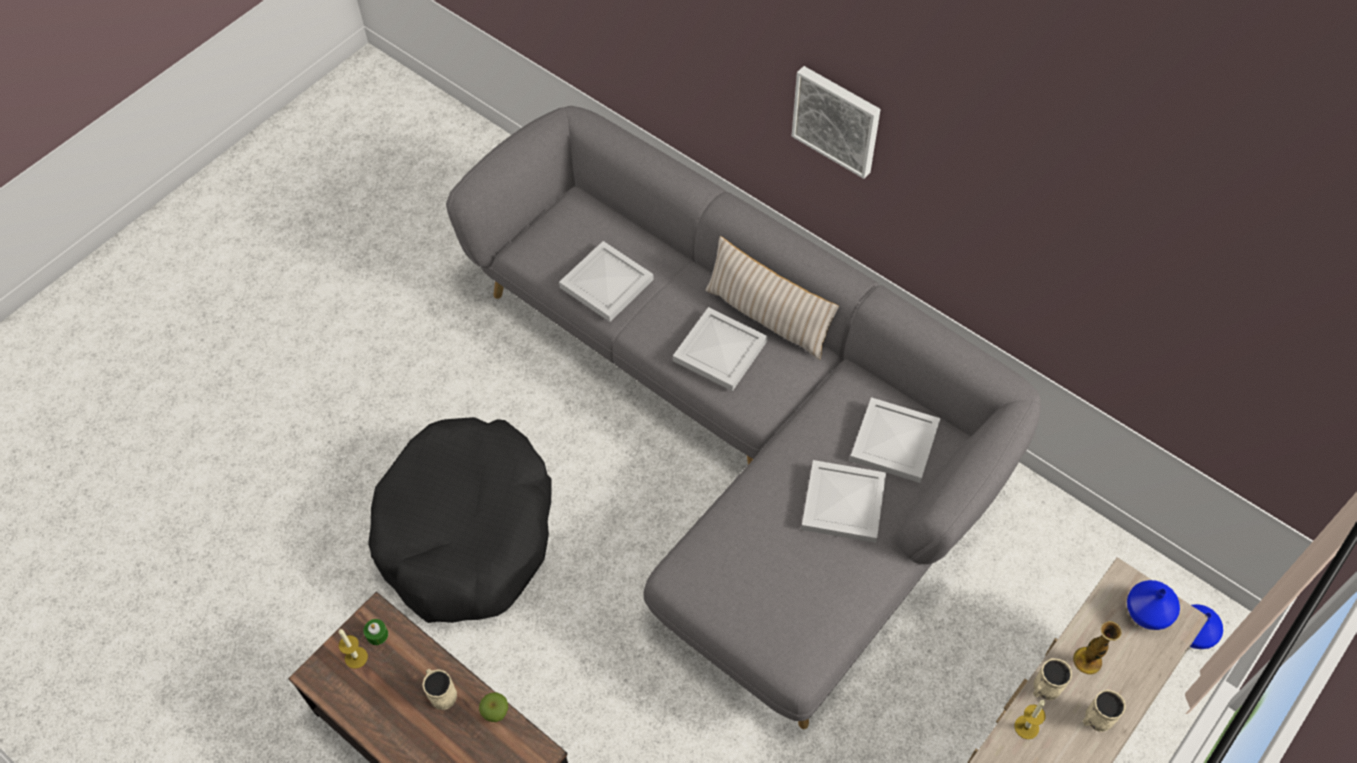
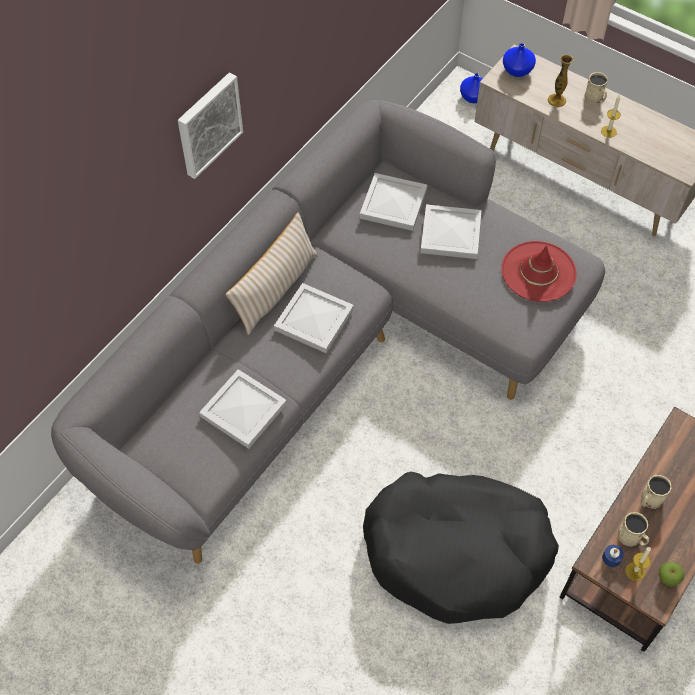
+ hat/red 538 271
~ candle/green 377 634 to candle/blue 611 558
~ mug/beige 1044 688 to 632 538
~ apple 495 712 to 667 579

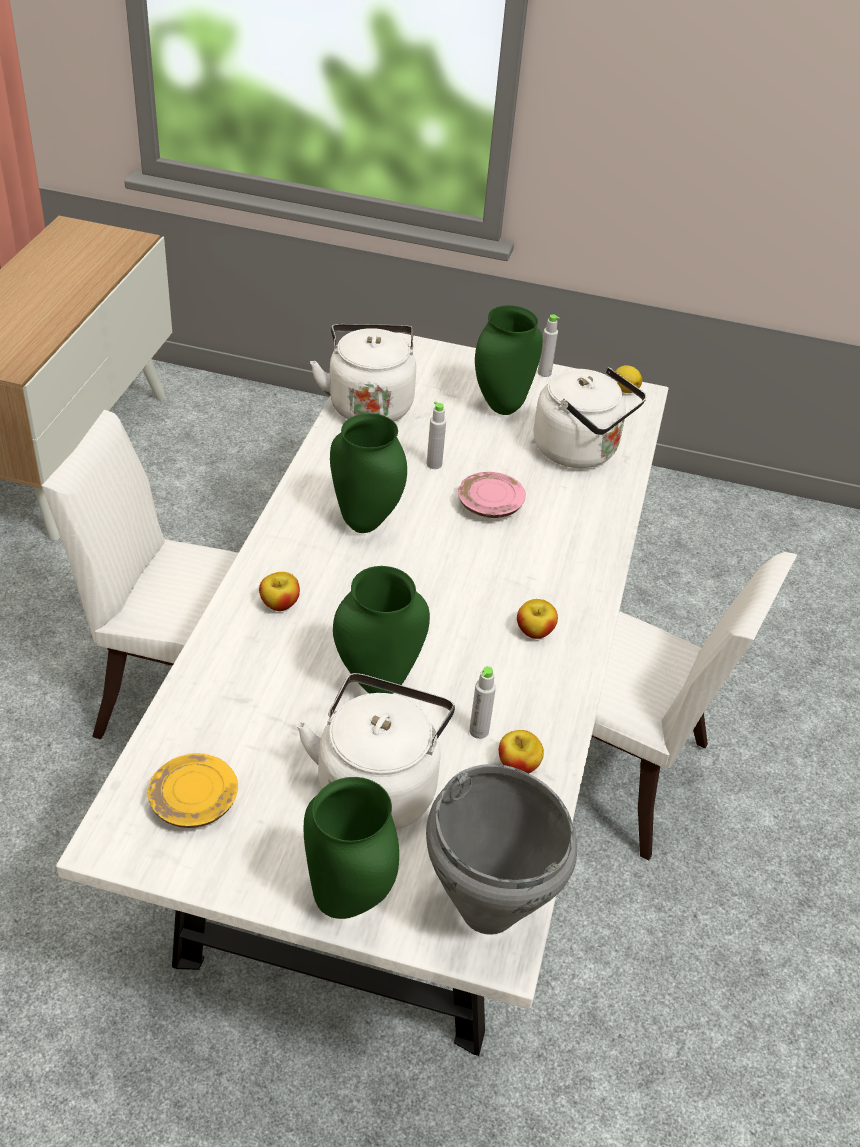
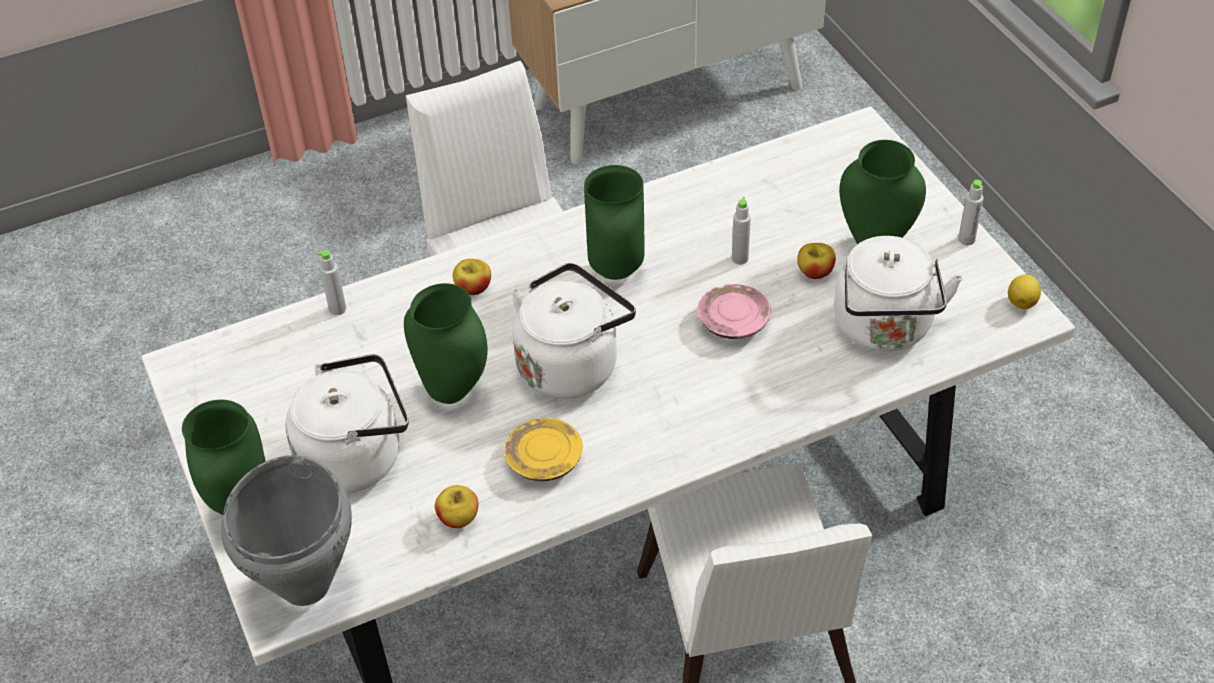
~ bottle/grey 479 731 to 337 309
~ plate/yellow 194 801 to 544 459
~ kettle/white 369 403 to 571 364
~ apple 534 631 to 815 272

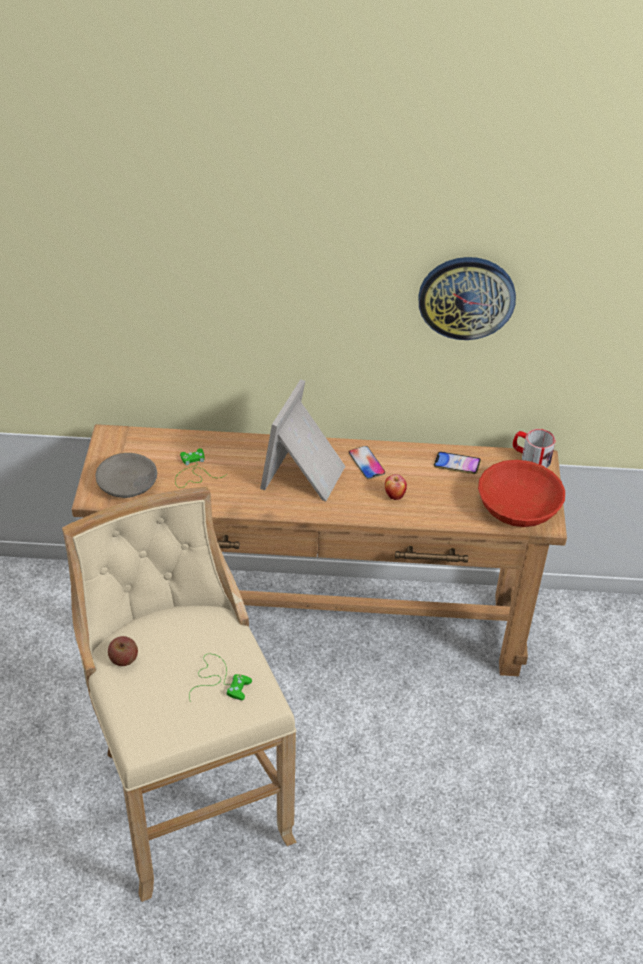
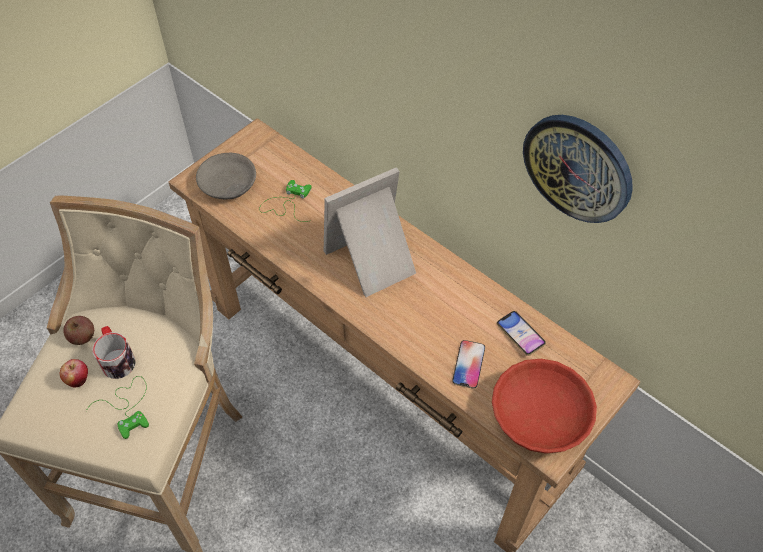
~ apple 394 495 to 78 380
~ mug 530 457 to 117 358
~ phone 366 463 to 468 364

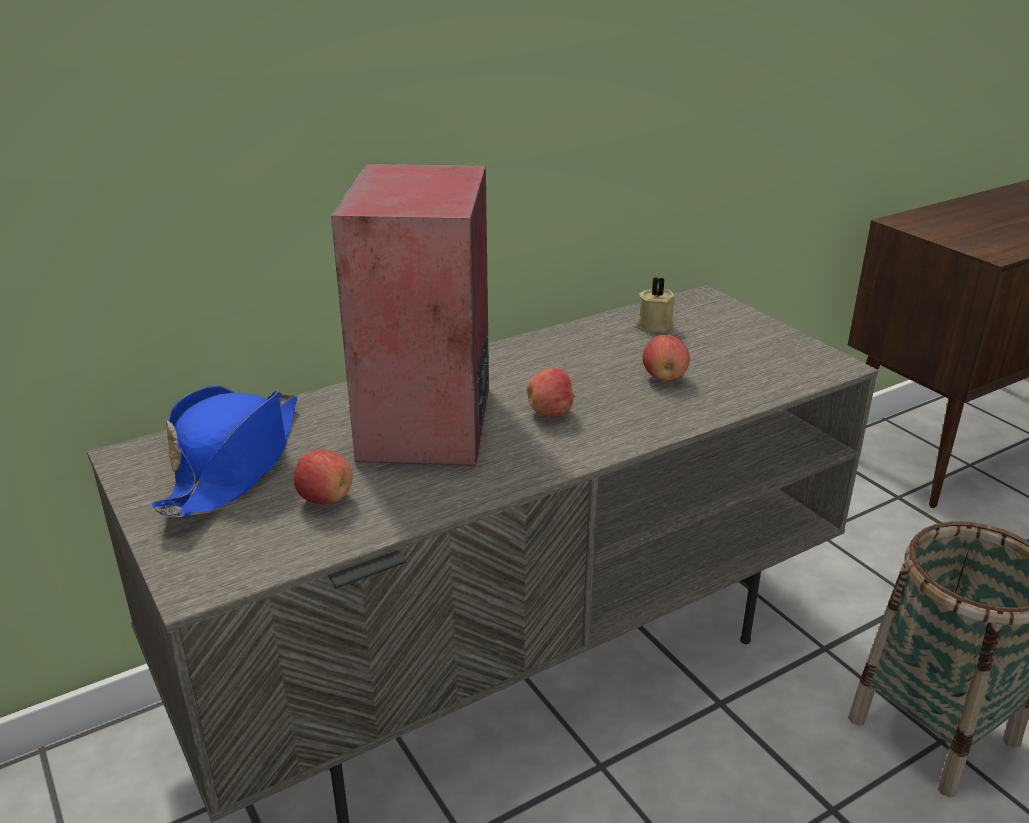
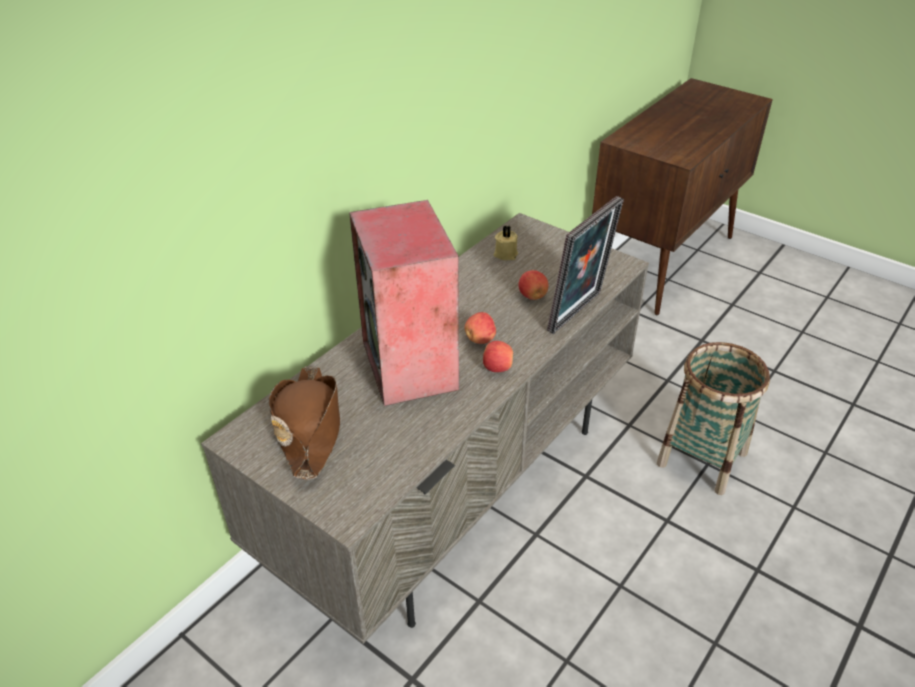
~ hat/blue 234 464 to hat/brown 309 427
~ apple 325 498 to 497 368
+ picture frame 579 313

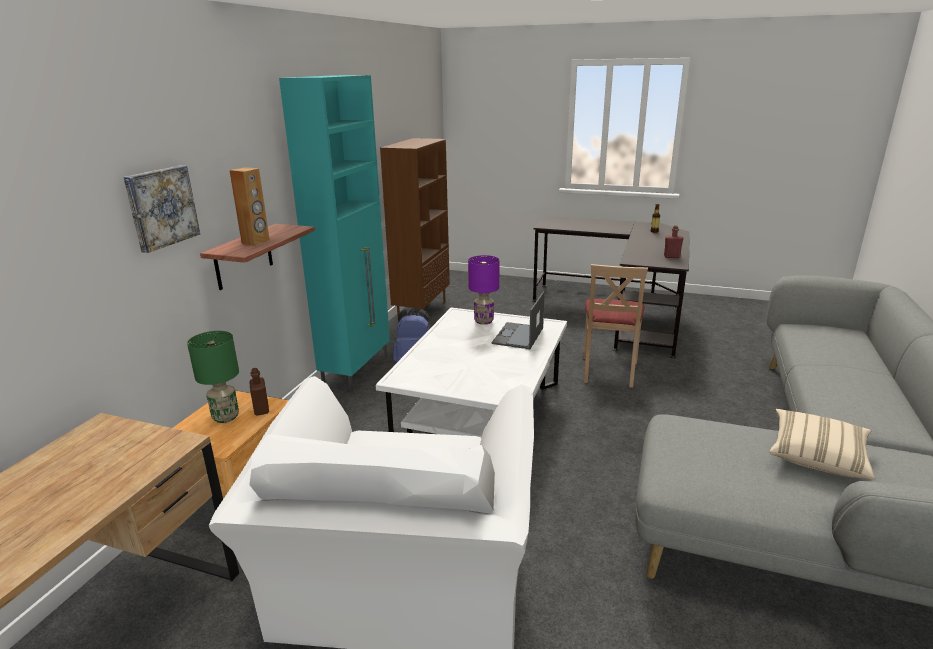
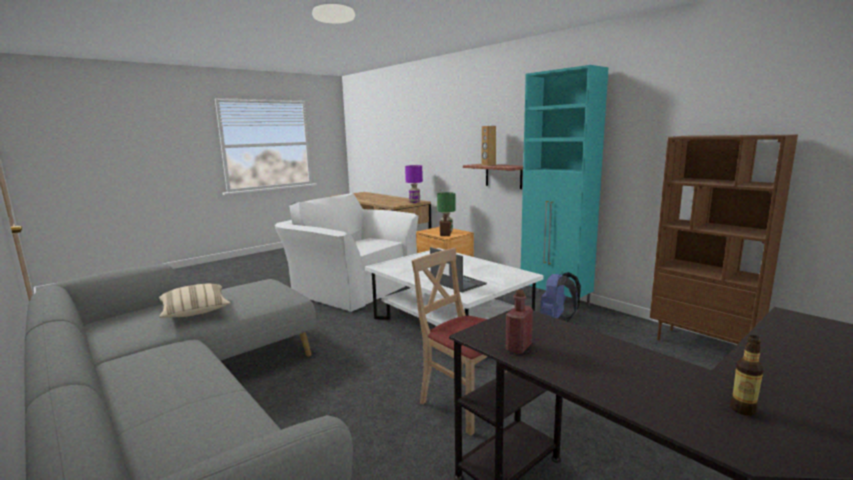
~ table lamp/purple 484 321 to 415 202
- picture 161 207

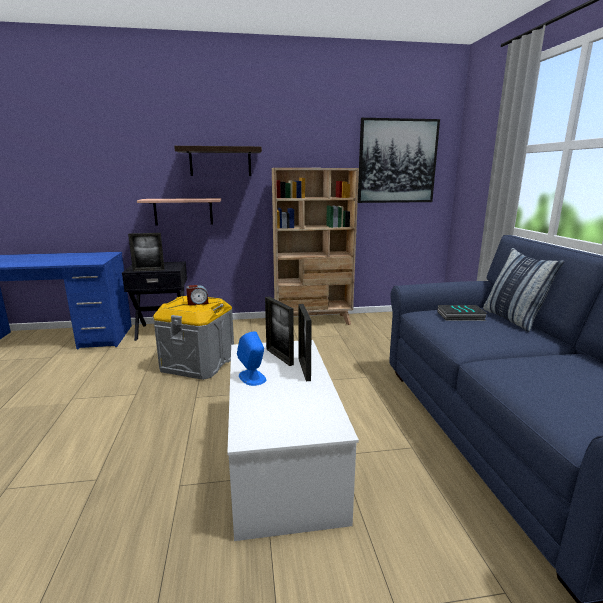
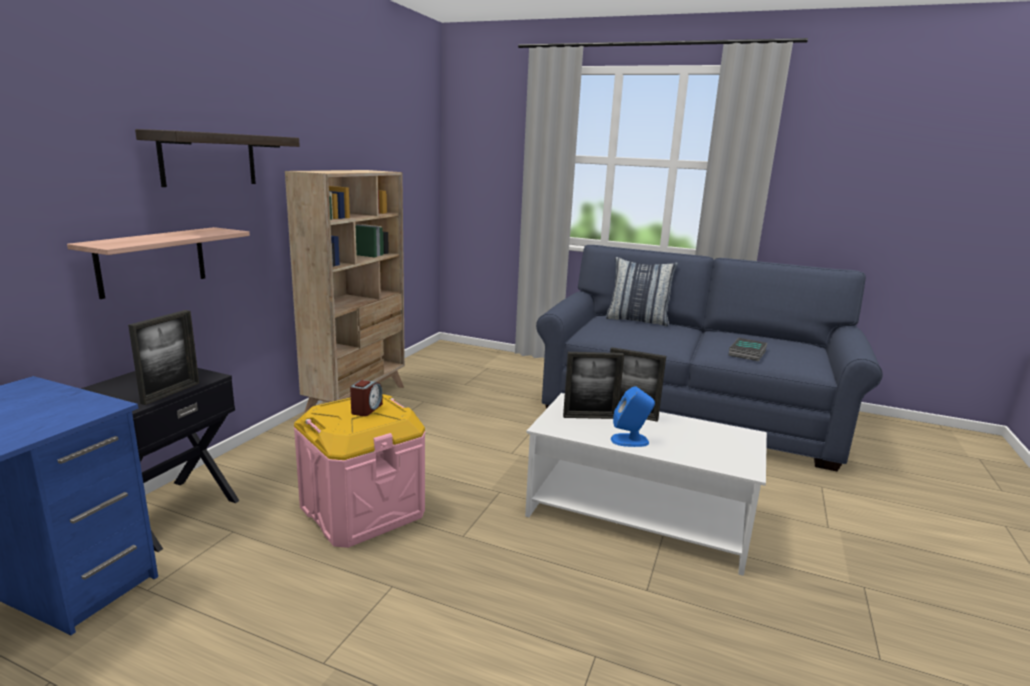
~ storage box/grey 198 363 to storage box/pink 362 510
~ book 460 316 to 748 353
- picture 397 161

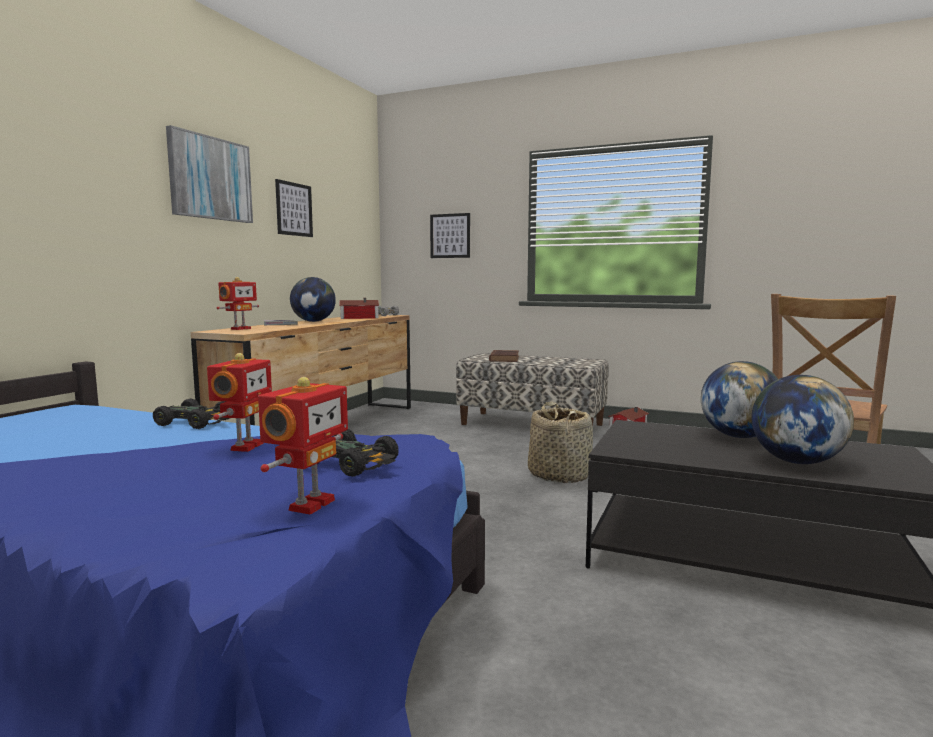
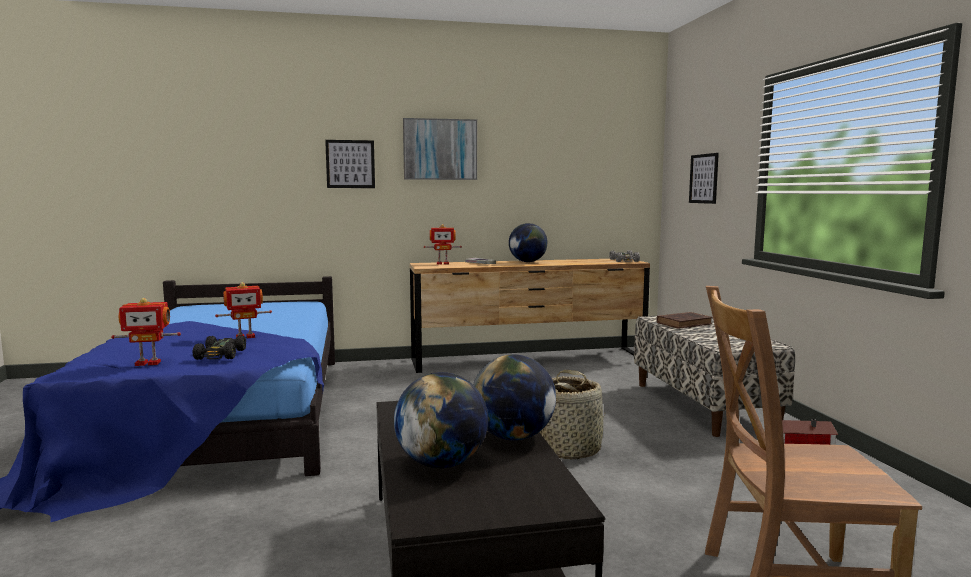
~ picture 294 209 to 350 164
- toy car/black 196 422
- toy house 358 317

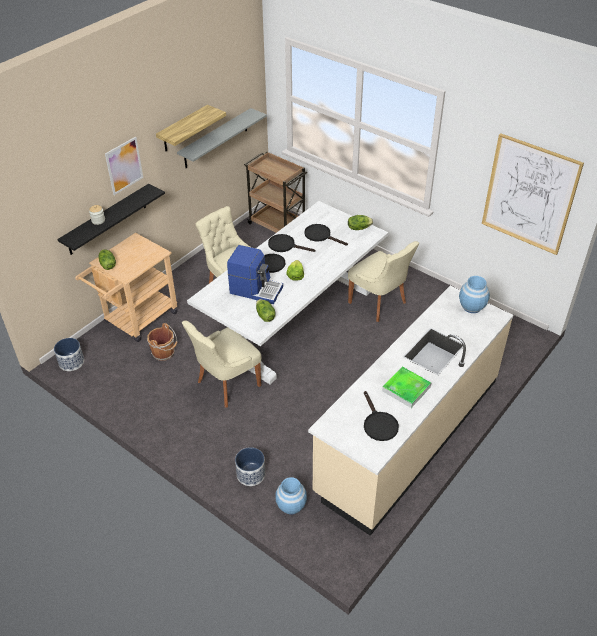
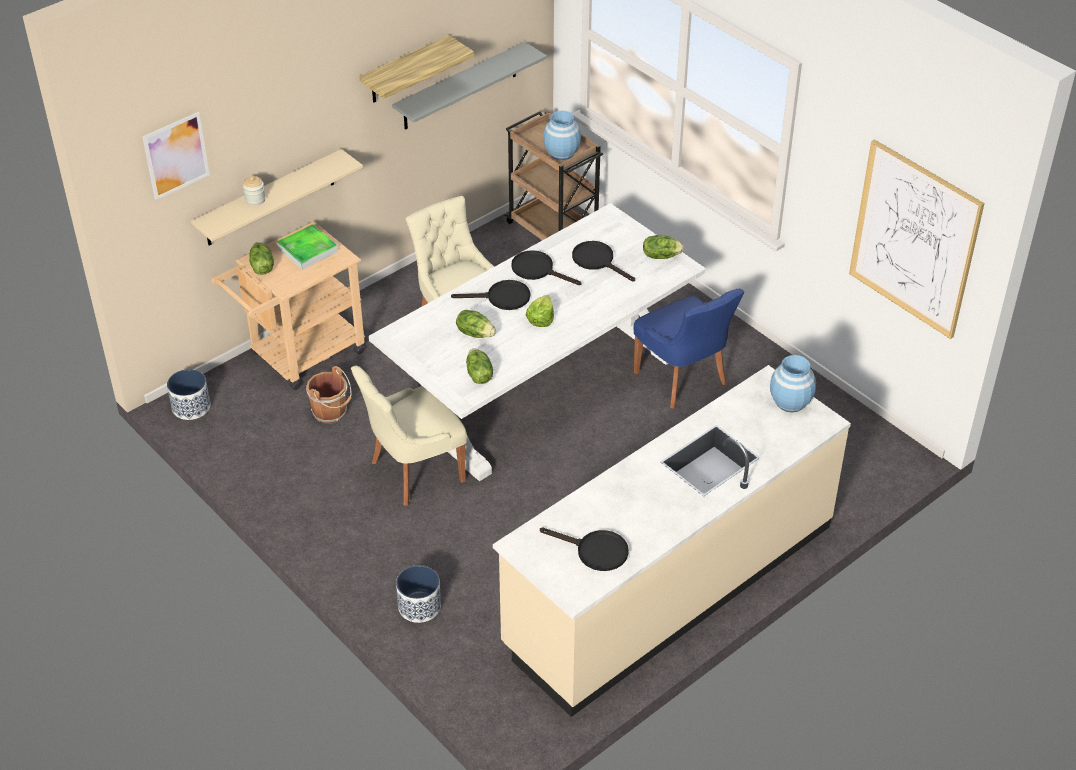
~ picture 124 165 to 176 155
~ shelf/black 107 220 to shelf/beige 270 198
~ tray 406 389 to 307 250
~ coffee machine 256 289 to lettuce 475 333
~ frying pan/black 378 424 = 595 551 60 degrees counterclockwise
~ vase/blue 291 505 to 561 153
~ chair/beige 379 303 to chair/blue 683 380

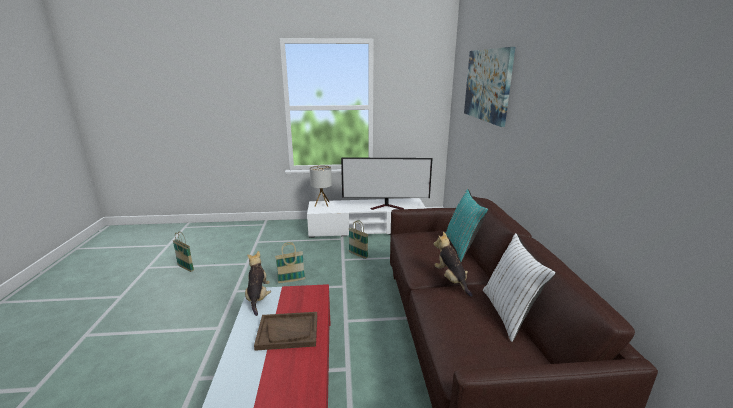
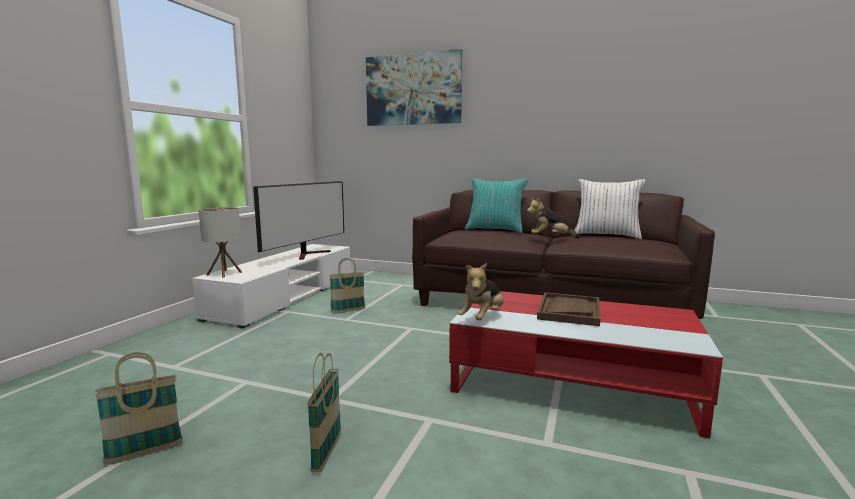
~ basket 291 280 to 327 453
~ plush toy 258 297 = 482 318 75 degrees counterclockwise

